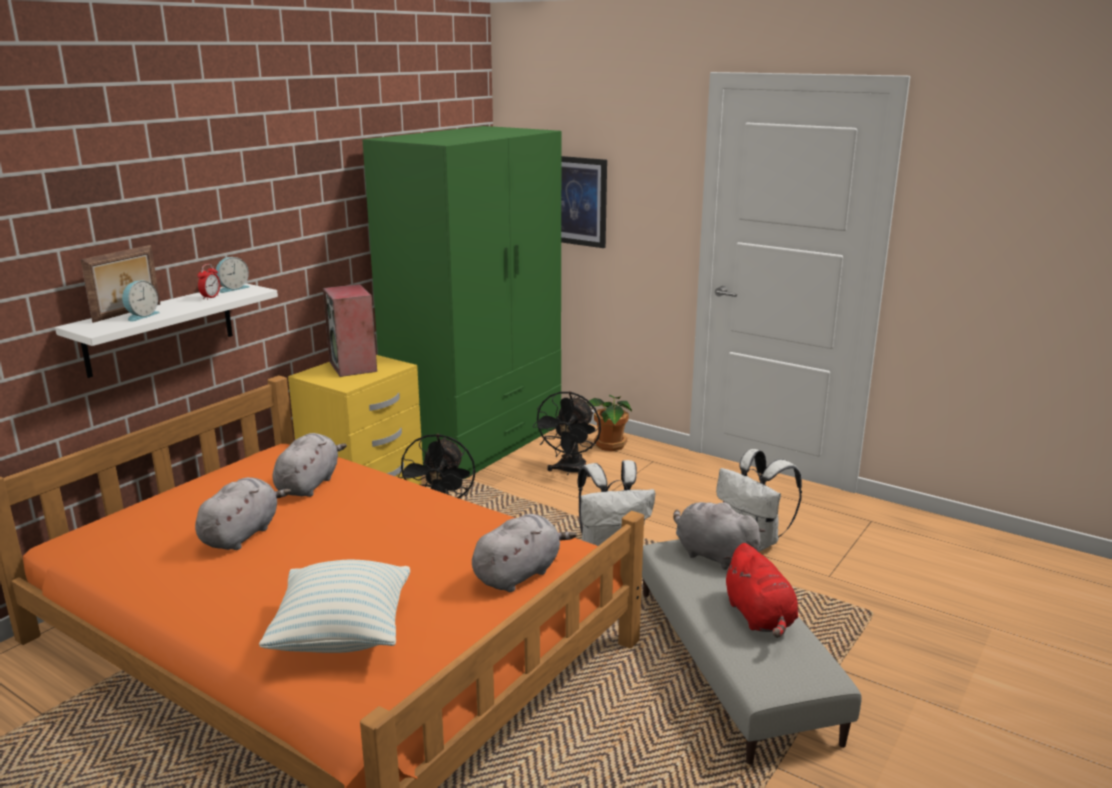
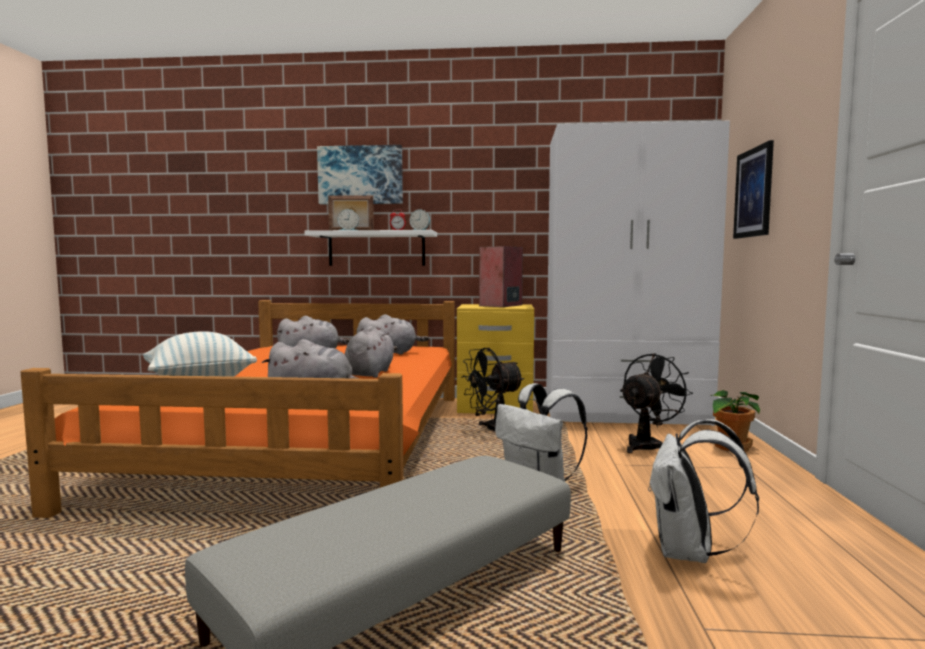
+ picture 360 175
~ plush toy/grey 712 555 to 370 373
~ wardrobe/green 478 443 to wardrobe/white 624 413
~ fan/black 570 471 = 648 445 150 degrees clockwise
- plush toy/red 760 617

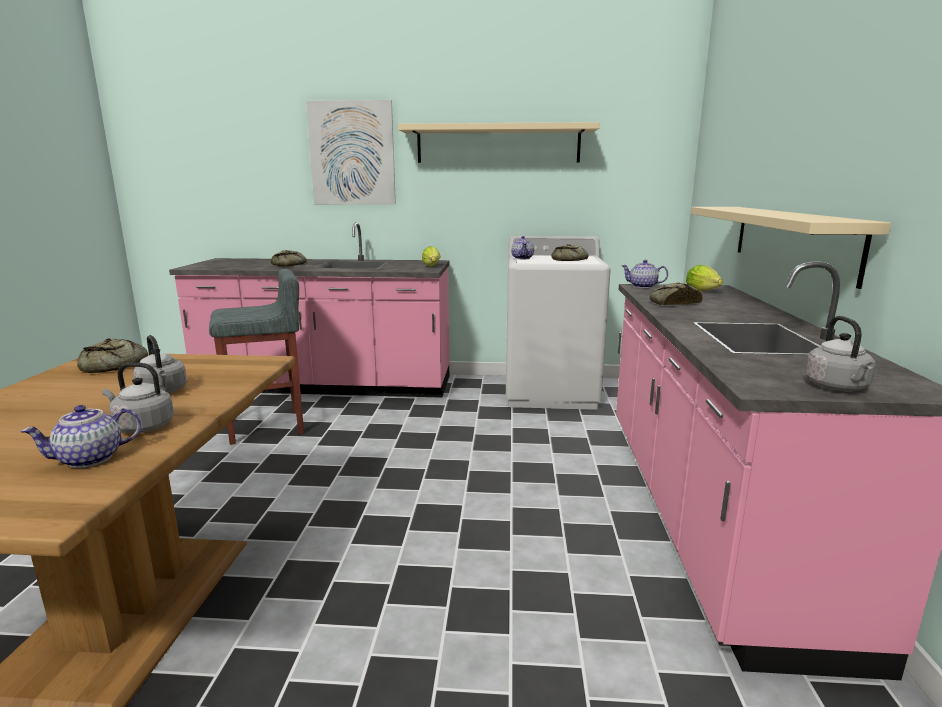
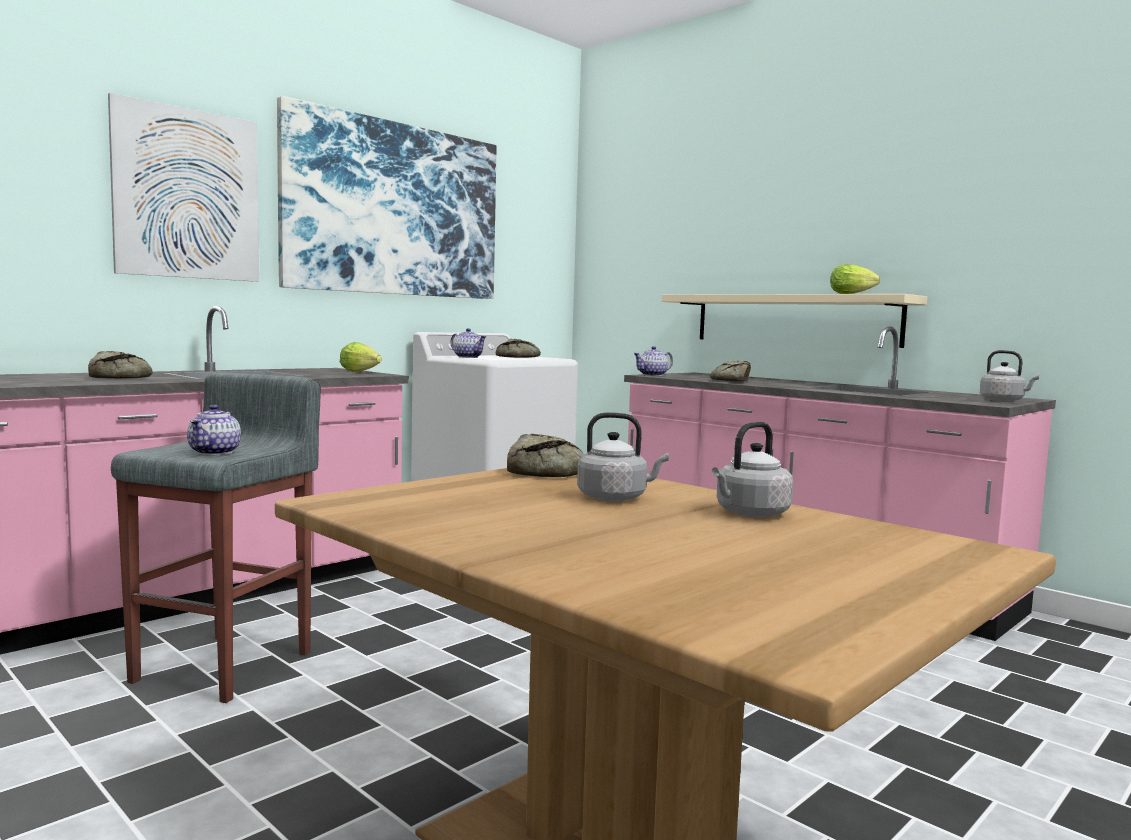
~ teapot 91 458 to 215 452
~ shelf/beige 498 144 to picture 394 210
~ bread 113 365 to 549 471
~ lettuce 704 291 to 854 294

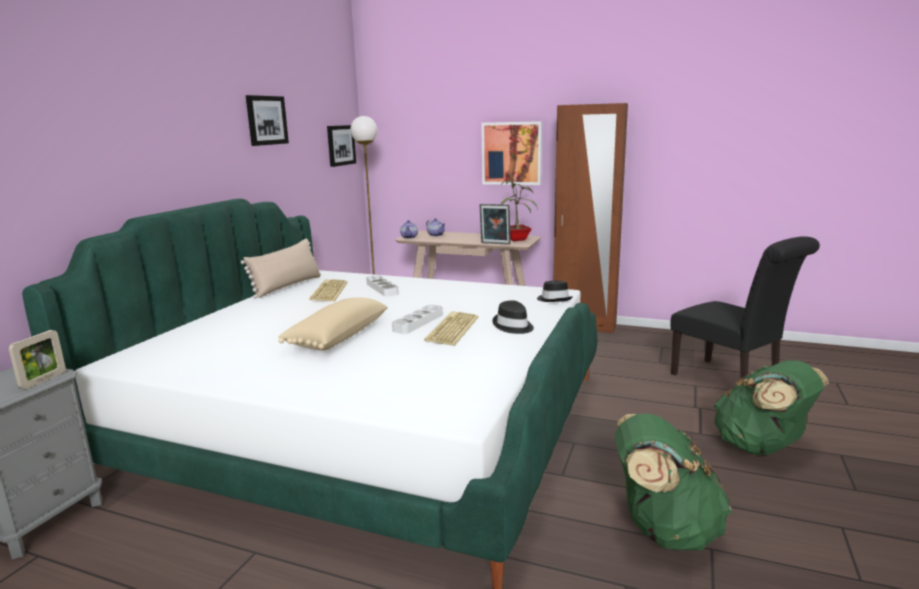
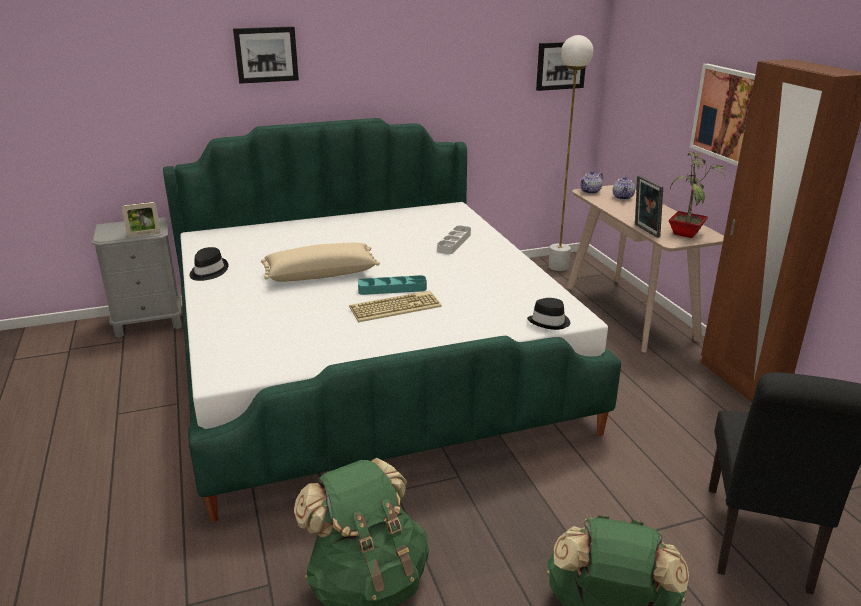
~ hat/black 513 326 to 208 271
~ picture 266 120 to 266 54
~ tray/white 418 322 to tray/turquoise 392 289
- pillow/beige 287 286
- keyboard 328 291

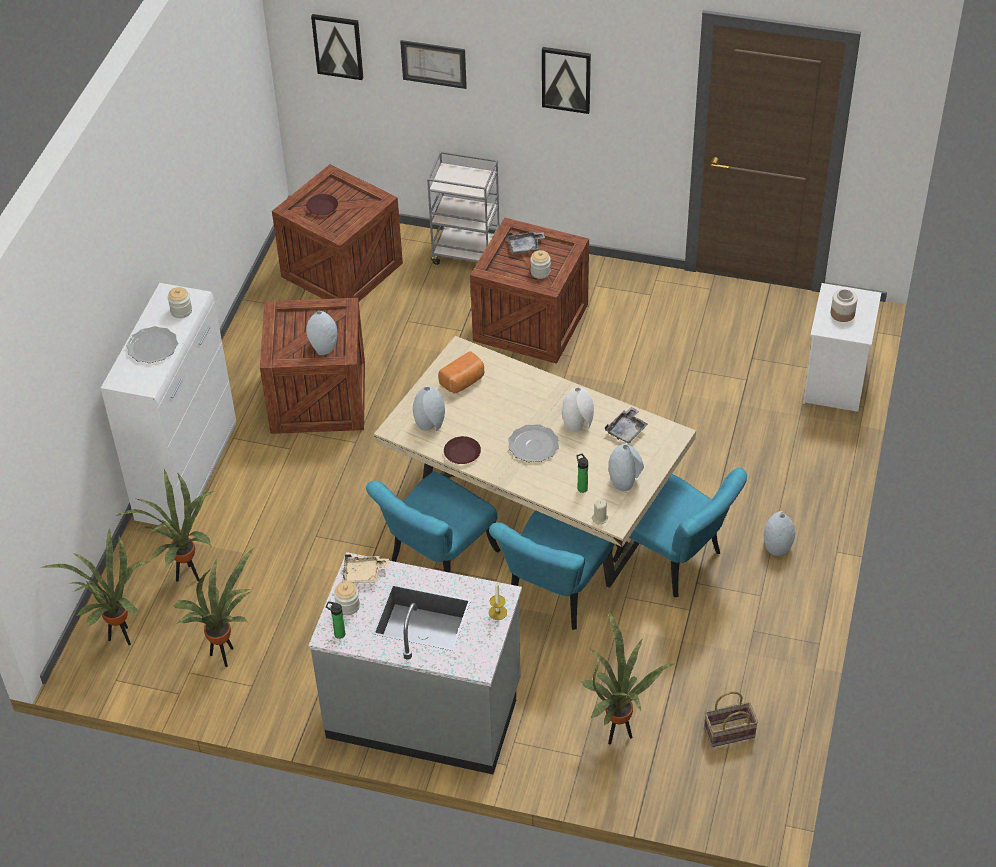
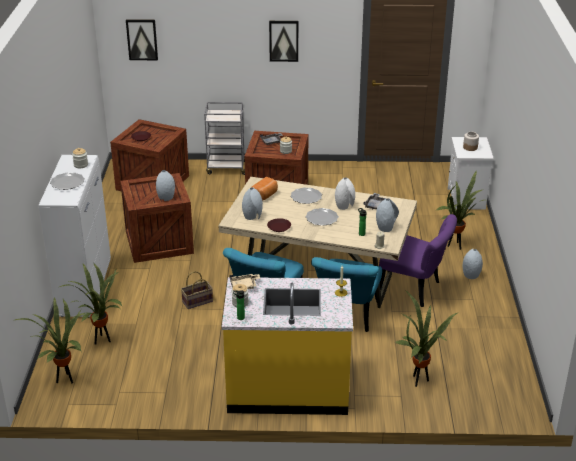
~ basket 728 733 to 197 302
~ counter/grey 424 710 to counter/yellow 288 387
+ plate 306 197
~ chair/turquoise 677 561 to chair/purple 415 290
~ potted plant 224 656 to 456 245
- picture 434 63

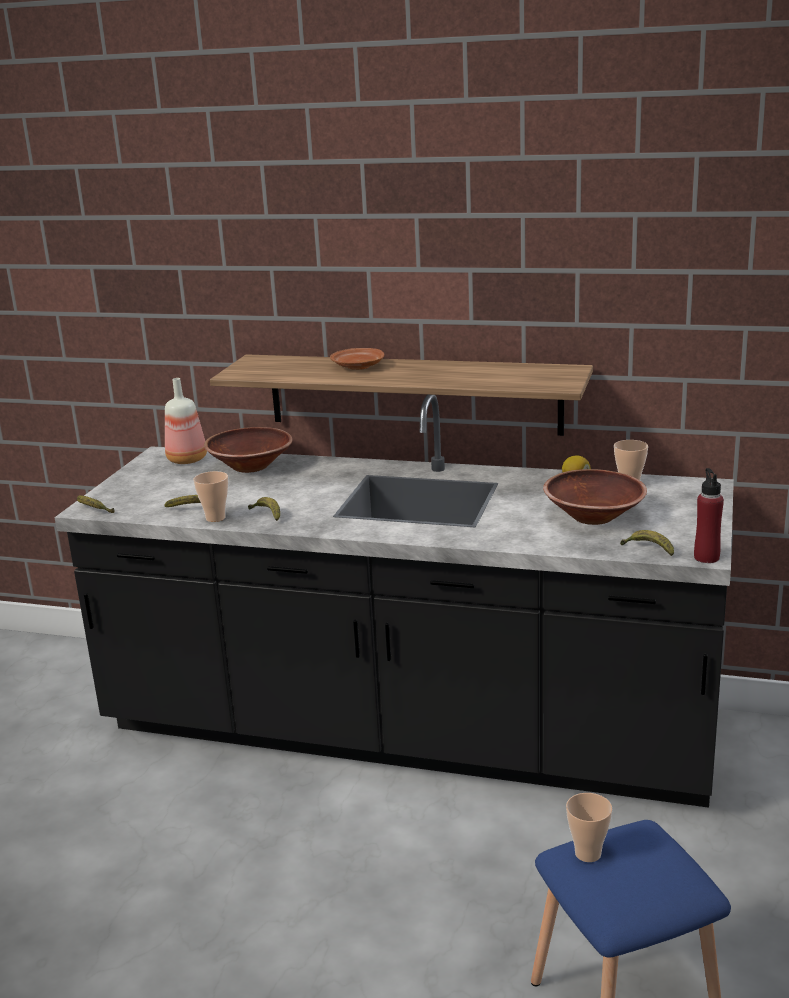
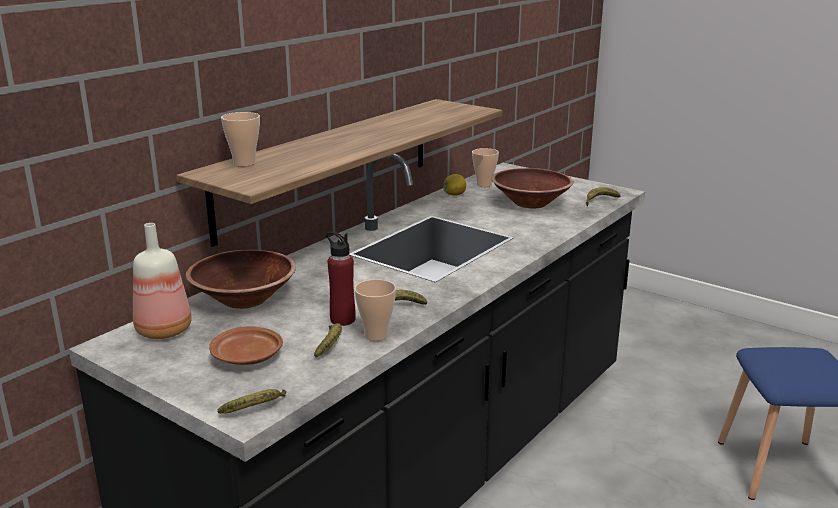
~ plate/brown 357 367 to 247 357
~ cup 588 853 to 244 163
~ bottle/red 706 557 to 342 320

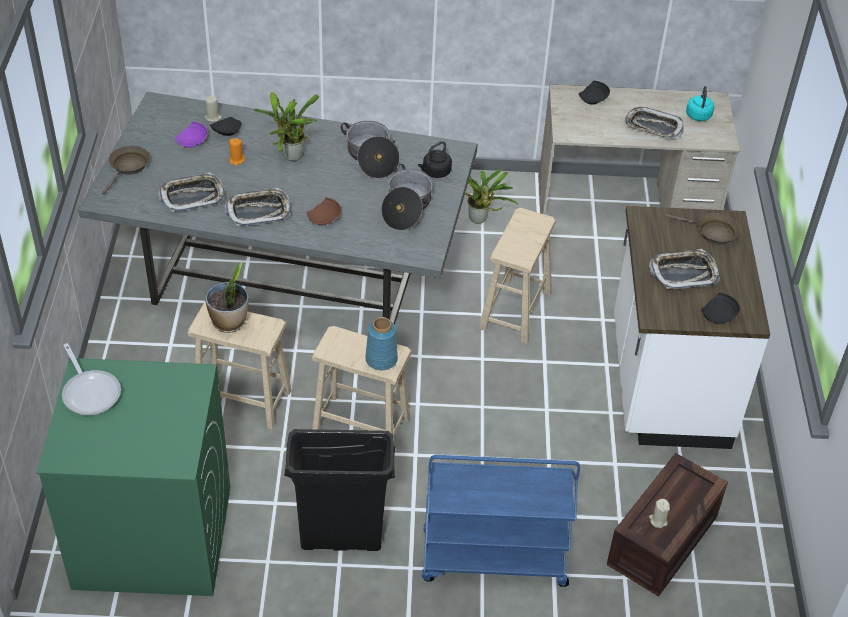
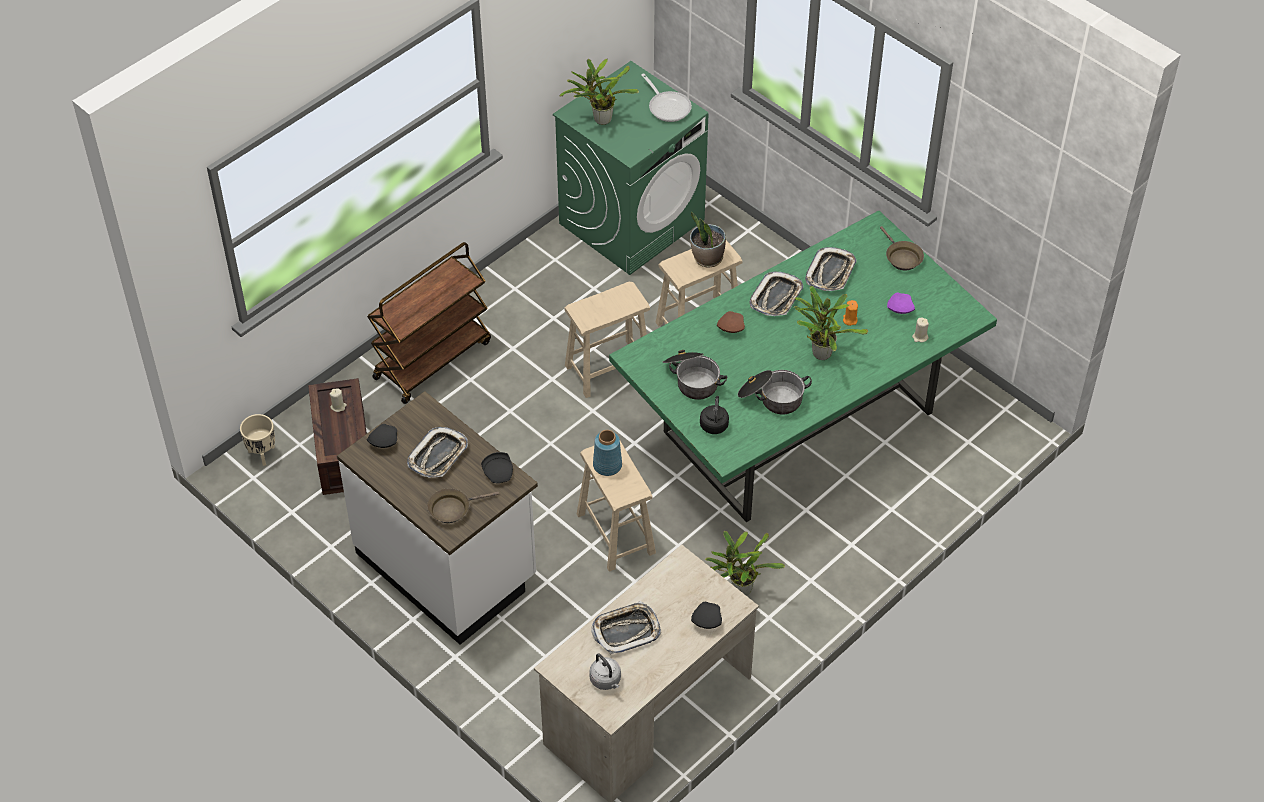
+ planter/beige 262 454
~ cart/blue 493 560 to cart/brown 432 359
~ plate/black 226 132 to 499 472
+ potted plant 599 119
~ kettle/turquoise 698 114 to kettle/grey 606 680
~ vase/blue 382 359 to 607 466
~ dining table/grey 290 277 to dining table/green 795 423
~ frying pan 90 392 = 668 106 135 degrees counterclockwise
- trash can/black 340 538

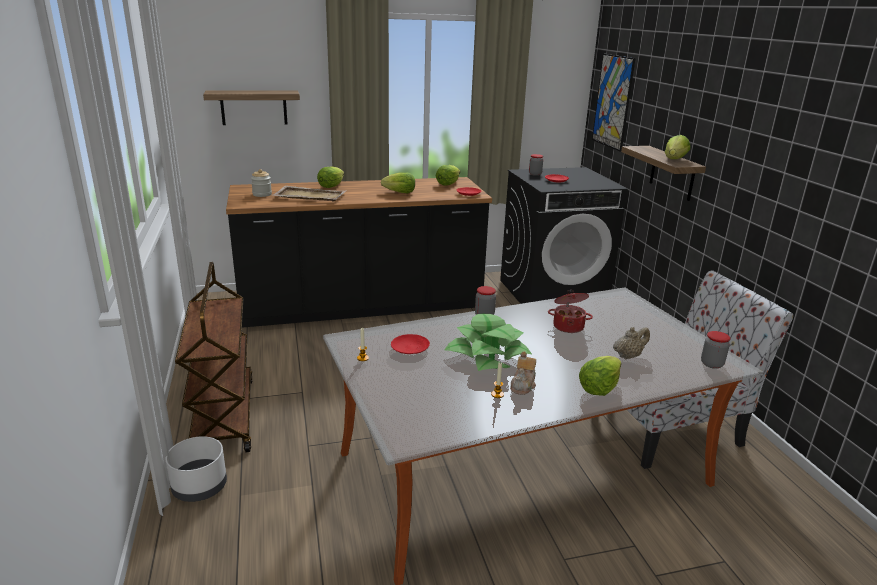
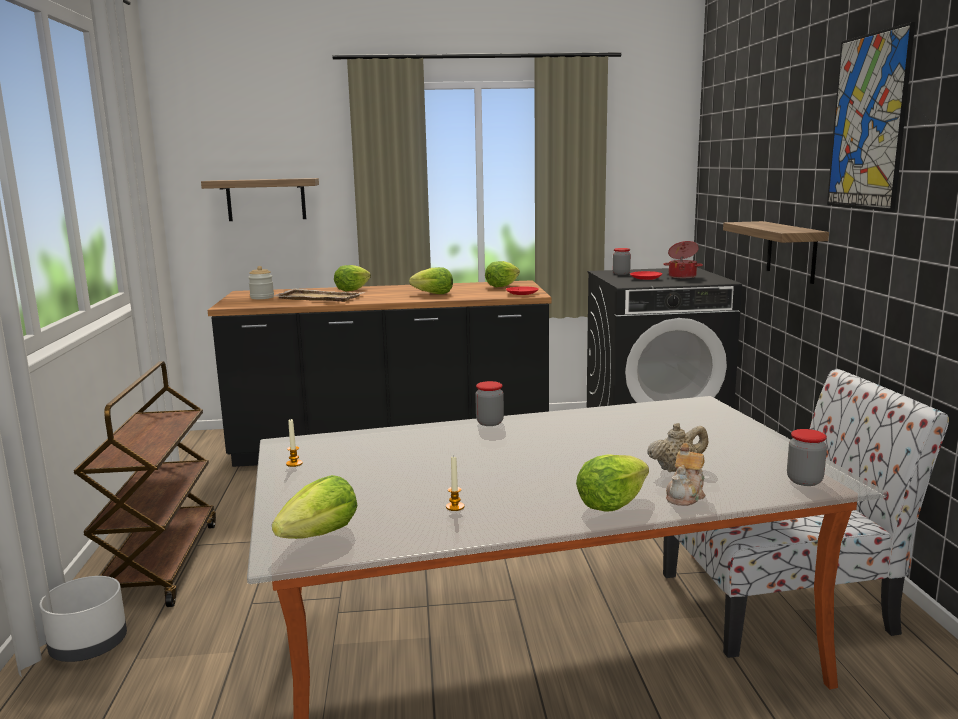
~ lettuce 674 160 to 320 535
~ cooking pot 568 326 to 682 276
~ teapot 523 385 to 686 496
~ picture 612 101 to 868 122
- plate/red 410 349
- potted plant 487 355

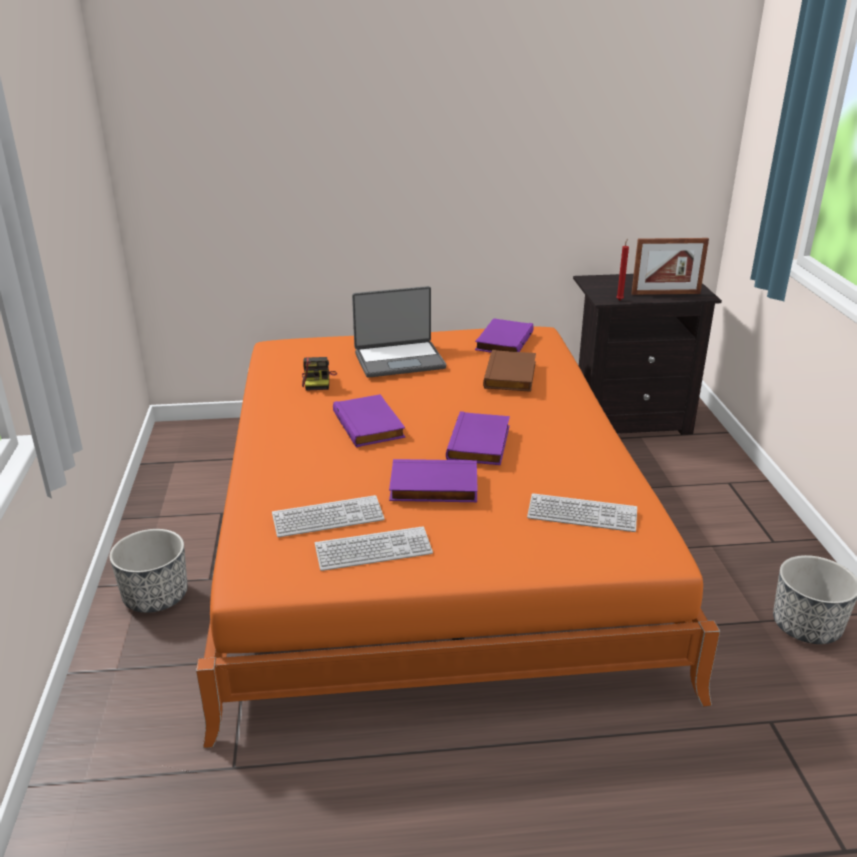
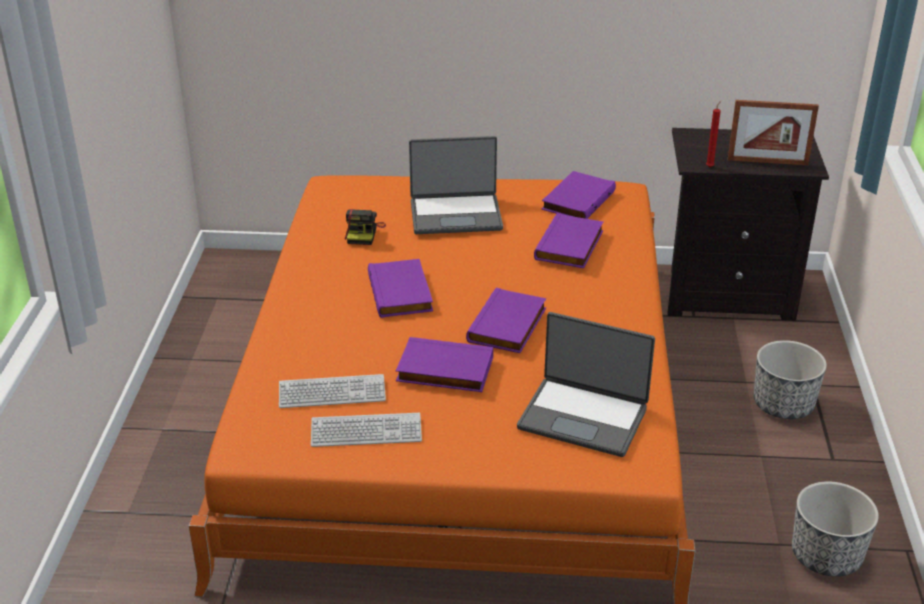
~ keyboard 582 514 to laptop 583 417
~ book/brown 512 375 to book/purple 570 246
~ planter 156 596 to 783 404

